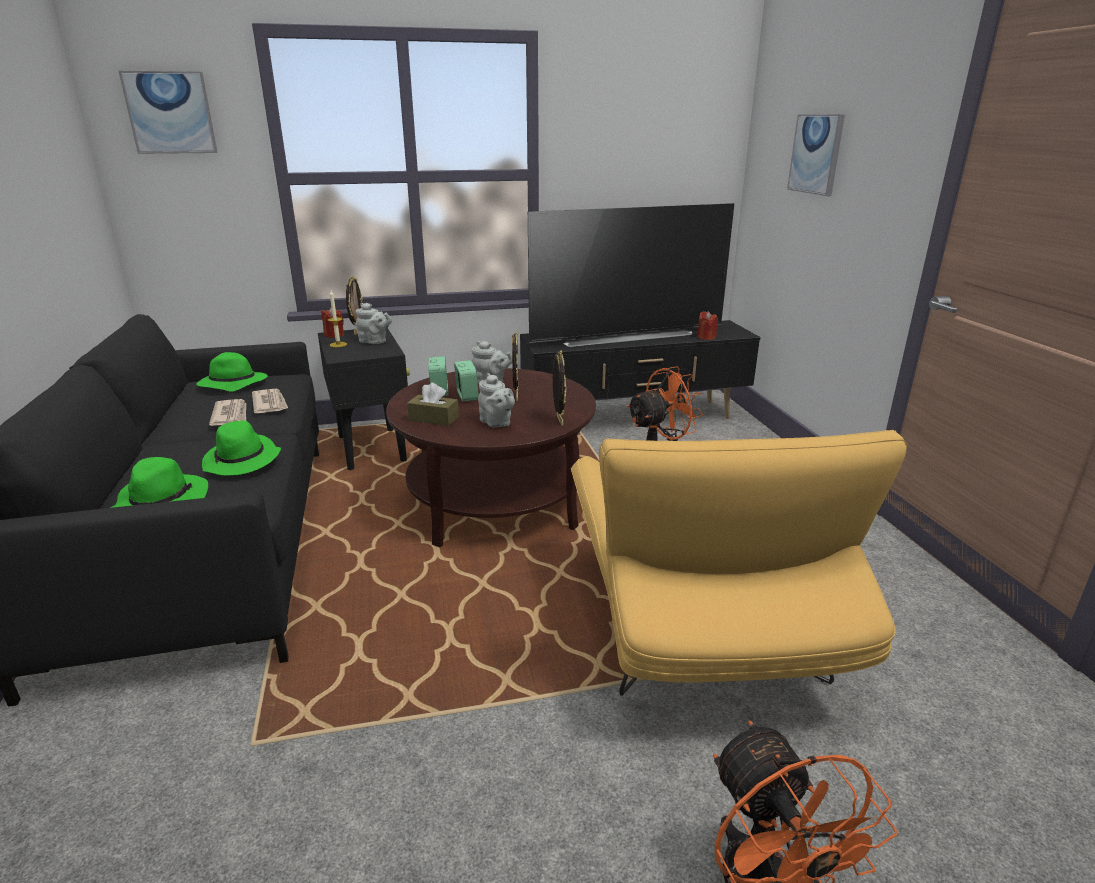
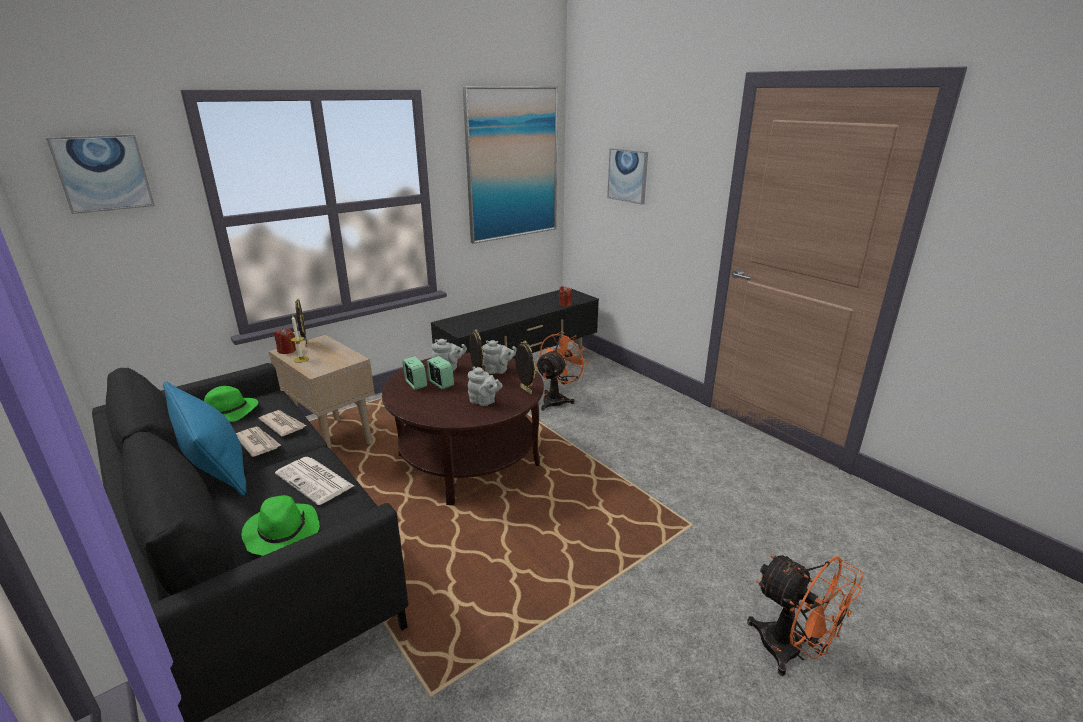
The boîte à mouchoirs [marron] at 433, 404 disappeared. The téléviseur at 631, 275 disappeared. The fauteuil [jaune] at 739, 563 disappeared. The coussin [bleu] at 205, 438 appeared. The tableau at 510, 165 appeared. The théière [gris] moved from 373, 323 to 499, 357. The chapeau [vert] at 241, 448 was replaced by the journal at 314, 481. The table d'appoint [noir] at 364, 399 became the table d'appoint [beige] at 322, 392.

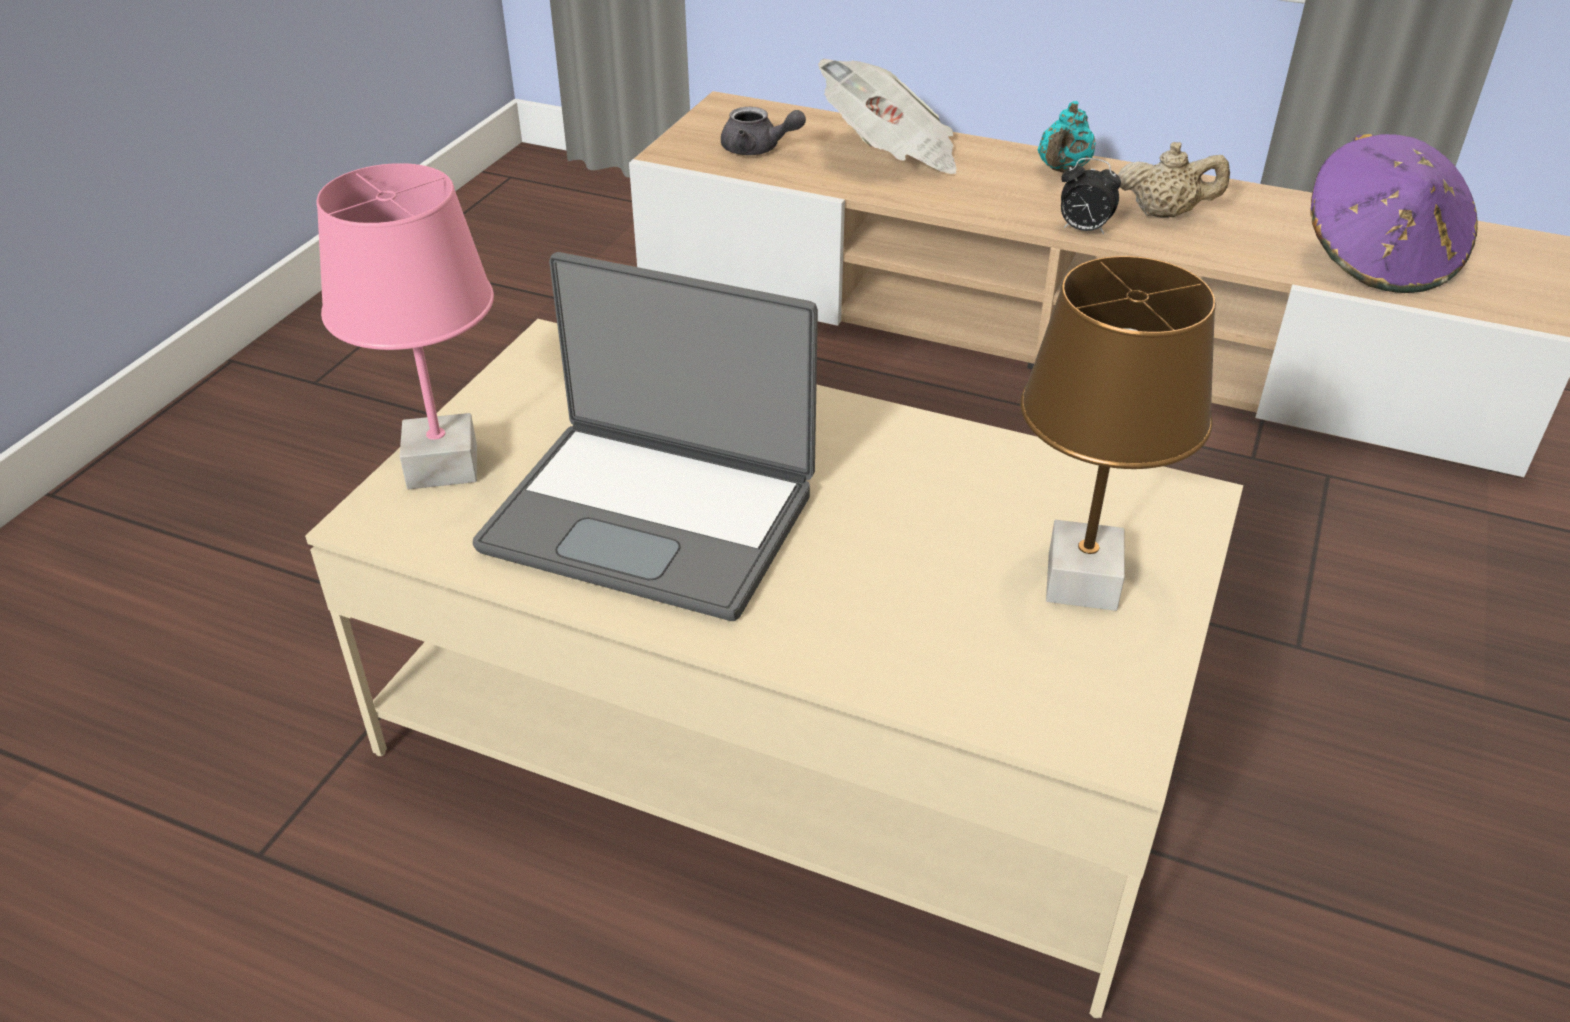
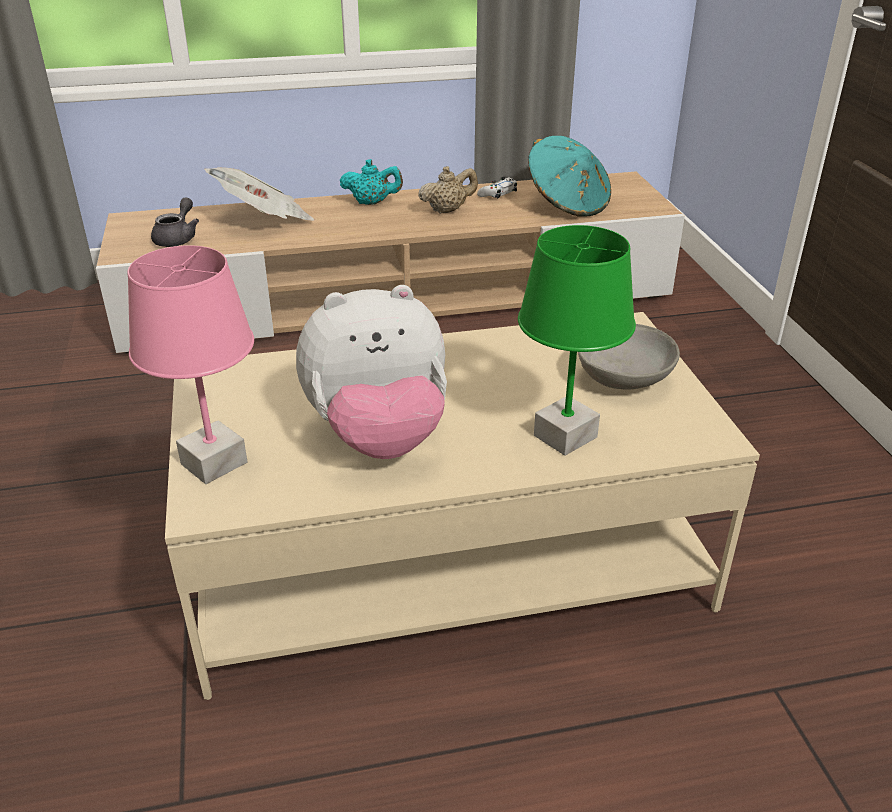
The réveil at 1091, 196 disappeared. The manette [blanc] at 497, 187 appeared. The lampe de table [vert] at 577, 340 appeared. The ordinateur portable at 645, 436 was replaced by the peluche at 371, 372. The lampe de table [marron] at 1118, 433 was replaced by the bol [gris] at 629, 356. The chapeau [violet] at 1394, 213 became the chapeau [turquoise] at 569, 176. The théière [gris] at 763, 131 turned 60 degrees counterclockwise. The théière [turquoise] at 1066, 137 turned 75 degrees counterclockwise.

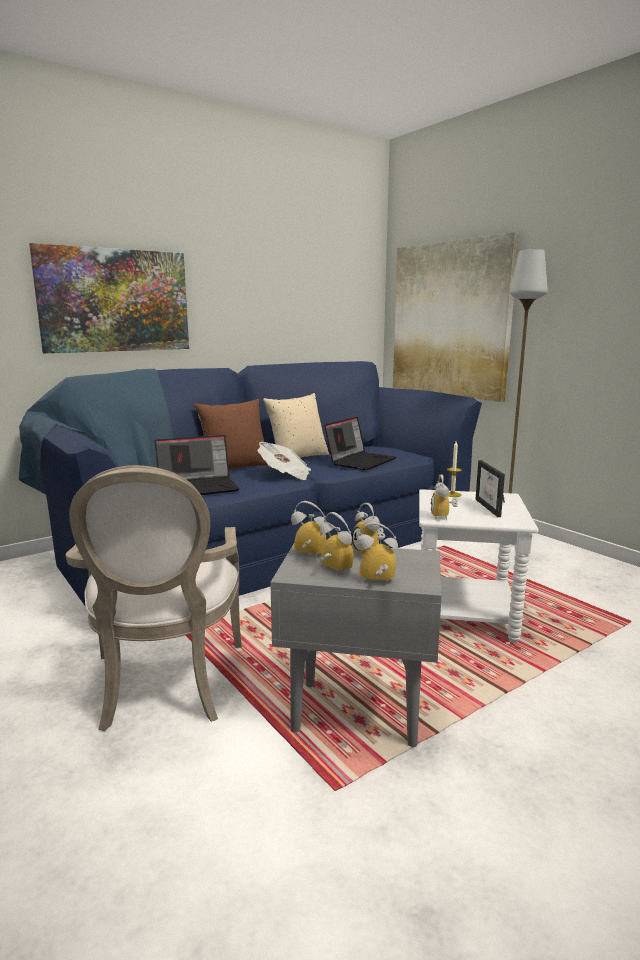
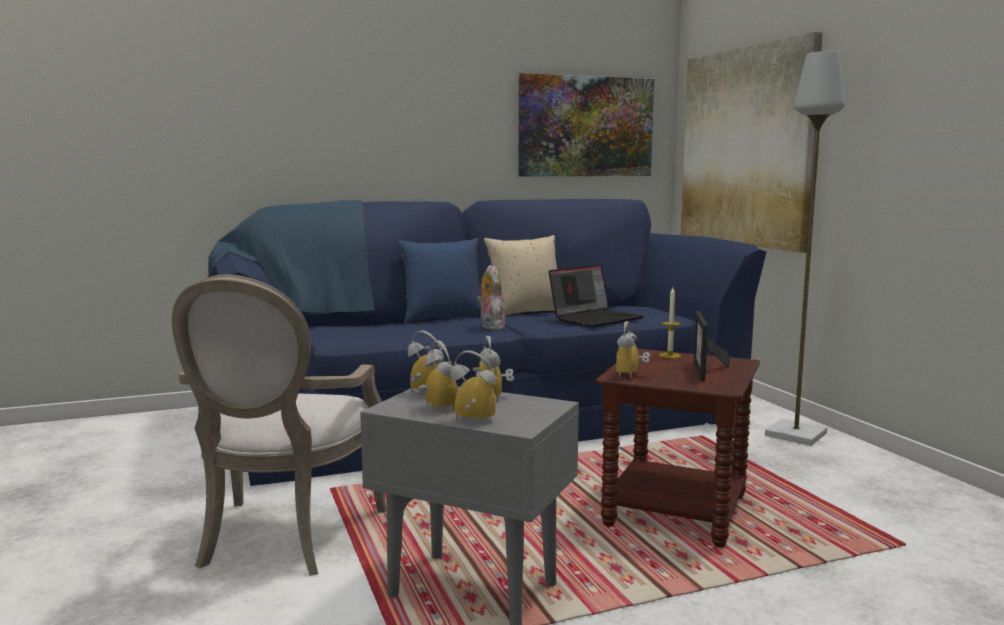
The ordinateur portable at 197, 465 disappeared. The tableau moved from 109, 298 to 586, 124. The journal at 284, 461 was replaced by the peluche at 491, 297. The coussin [marron] at 231, 434 became the coussin [bleu] at 439, 280. The table d'appoint [blanc] at 479, 566 became the table d'appoint [marron] at 678, 448.

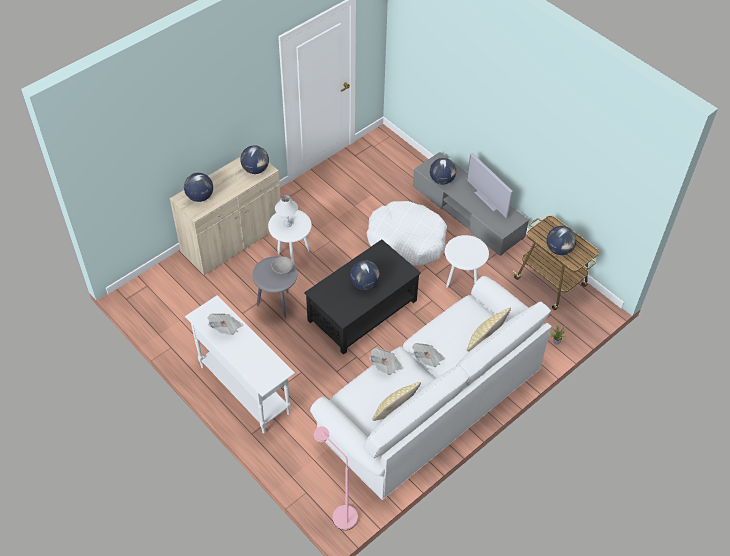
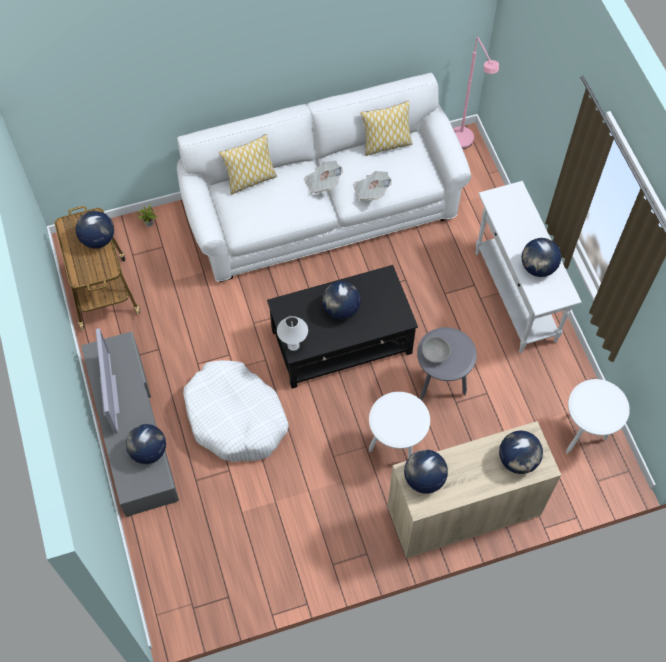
The lampe de table [blanc] moved from 286, 211 to 292, 333. The table d'appoint [blanc] moved from 467, 261 to 598, 416. The journal at 225, 324 was replaced by the globe at 541, 257.

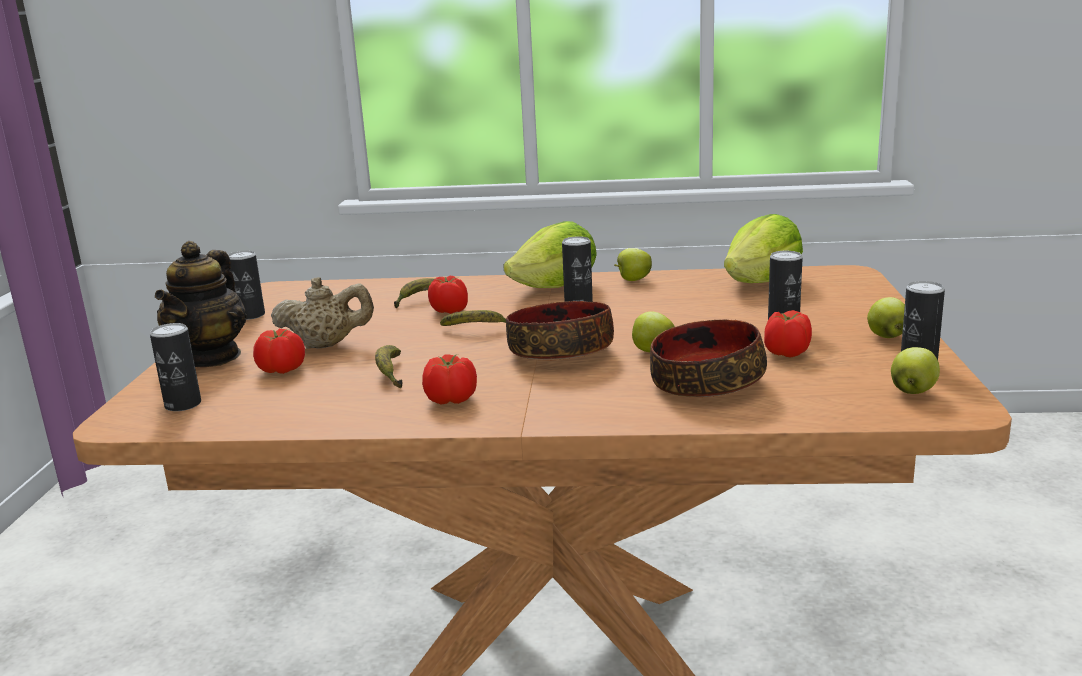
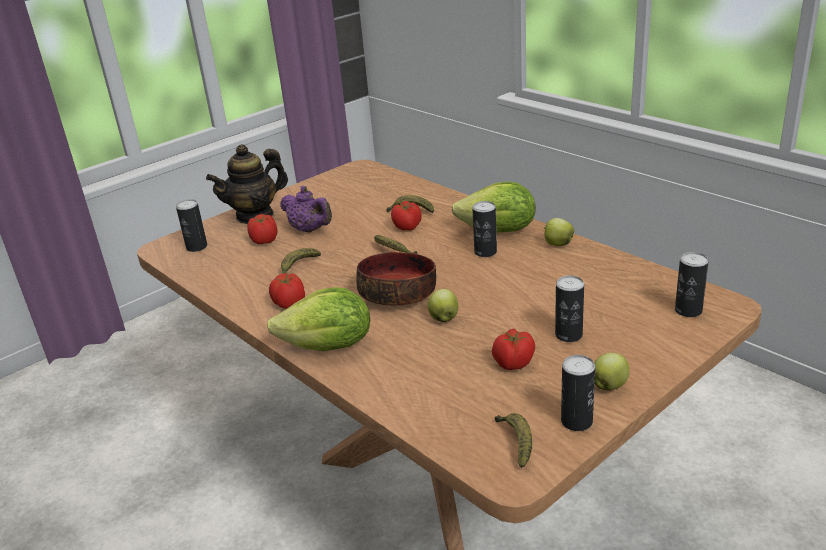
The bol at 708, 358 disappeared. The boîte métallique moved from 246, 285 to 692, 284. The laitue moved from 763, 248 to 318, 319. The pomme at 915, 370 was replaced by the banane at 513, 440. The théière [beige] at 322, 312 became the théière [violet] at 306, 209.

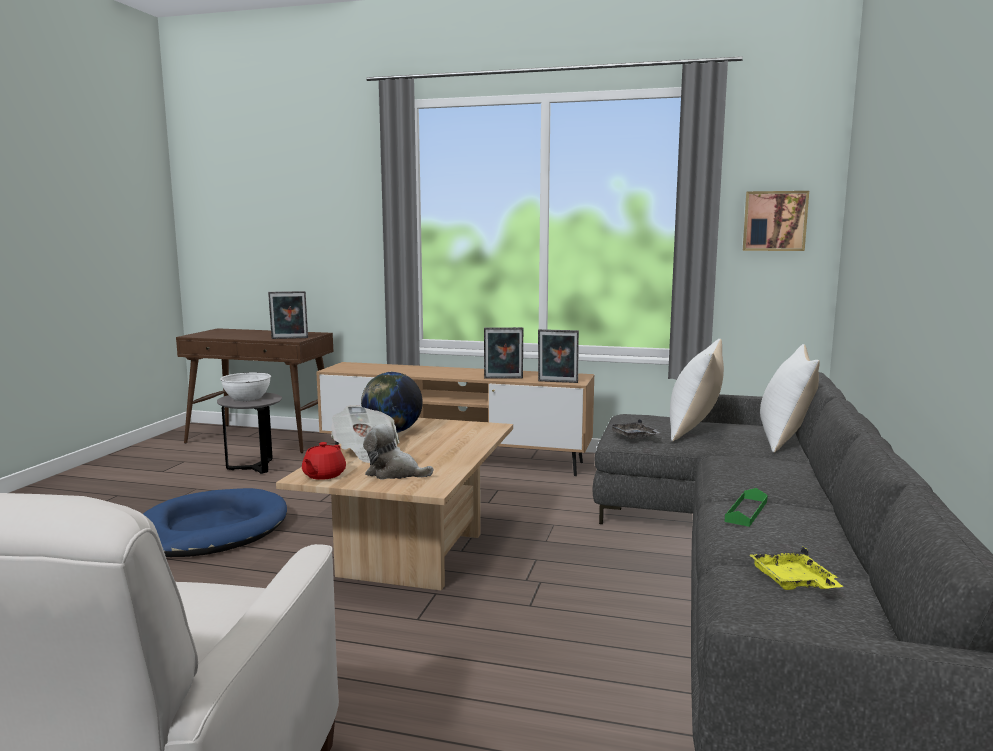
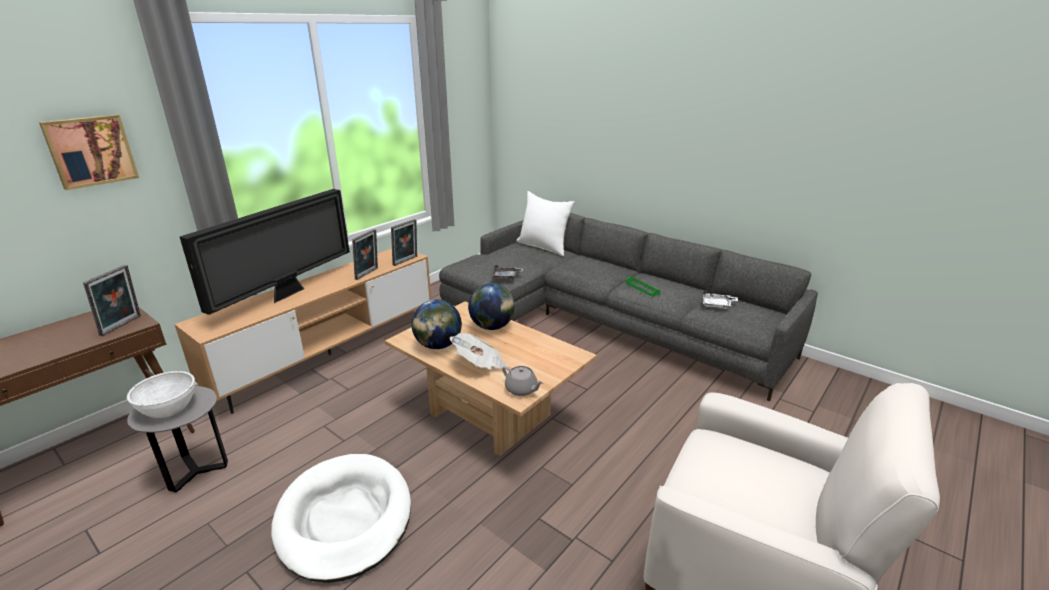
The peluche at 398, 451 disappeared. The coussin [blanc] at 697, 390 disappeared. The téléviseur at 265, 252 appeared. The globe at 491, 306 appeared. The tableau moved from 776, 221 to 89, 152. The panier pour chien [bleu] at 215, 522 became the panier pour chien [blanc] at 341, 518. The théière [rouge] at 324, 461 became the théière [gris] at 522, 381. The plateau [jaune] at 796, 568 became the plateau [blanc] at 720, 300.

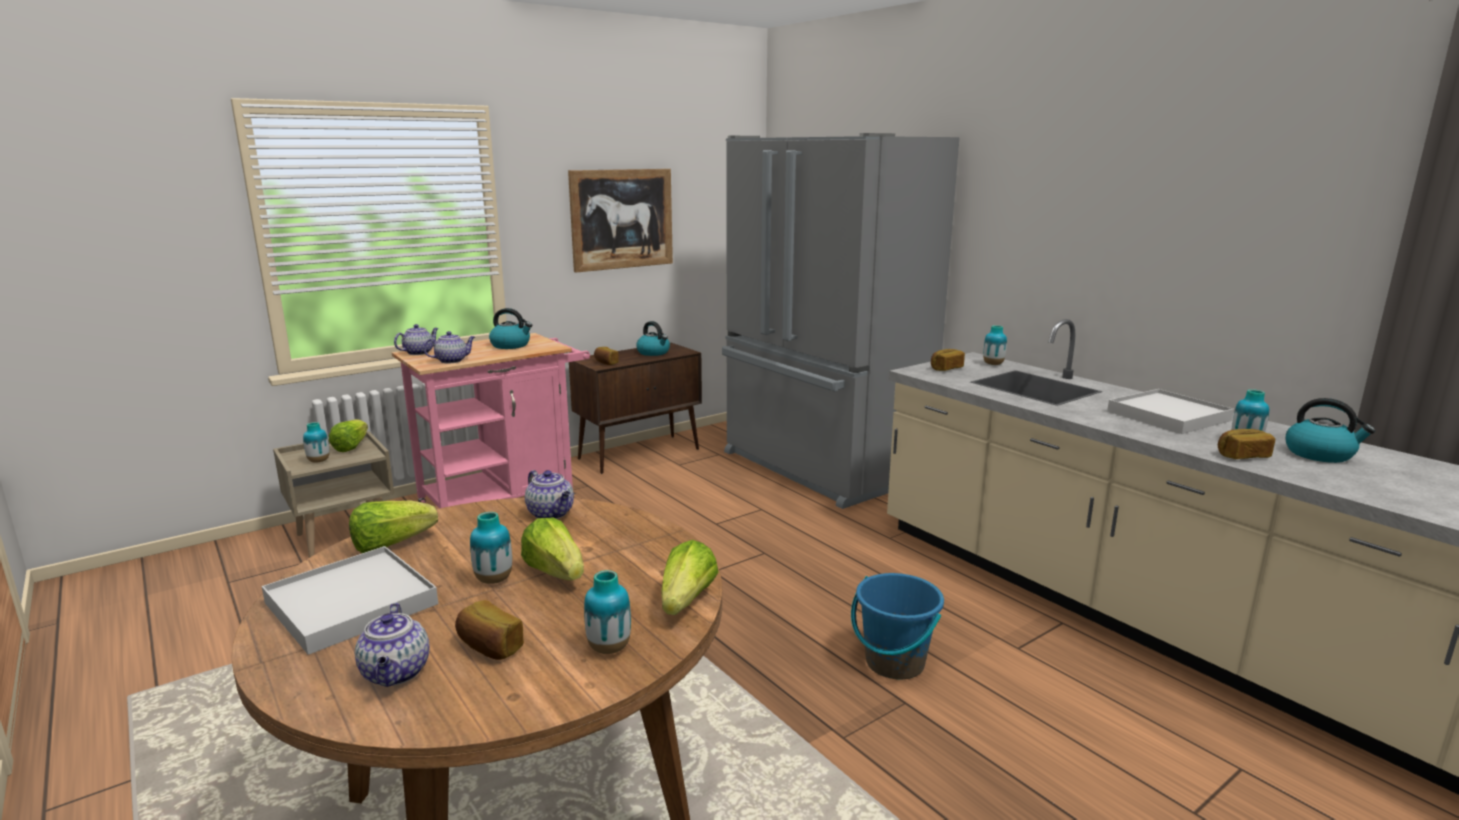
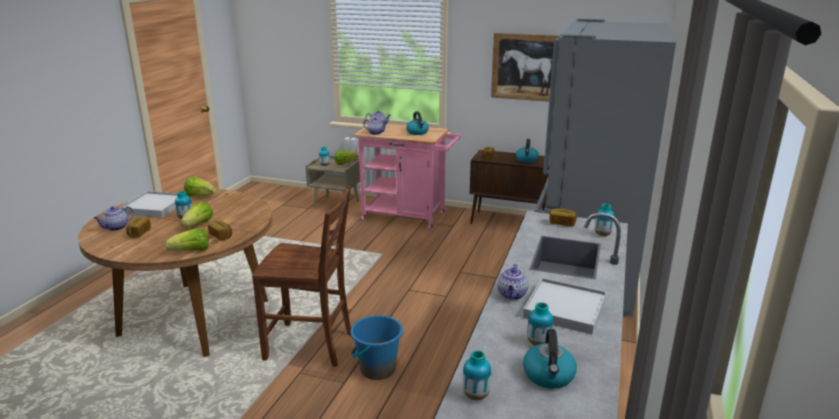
The chaise [marron] at 301, 276 appeared. The théière moved from 549, 494 to 513, 282. The vase moved from 607, 612 to 477, 375. The pain moved from 1246, 444 to 220, 230.

